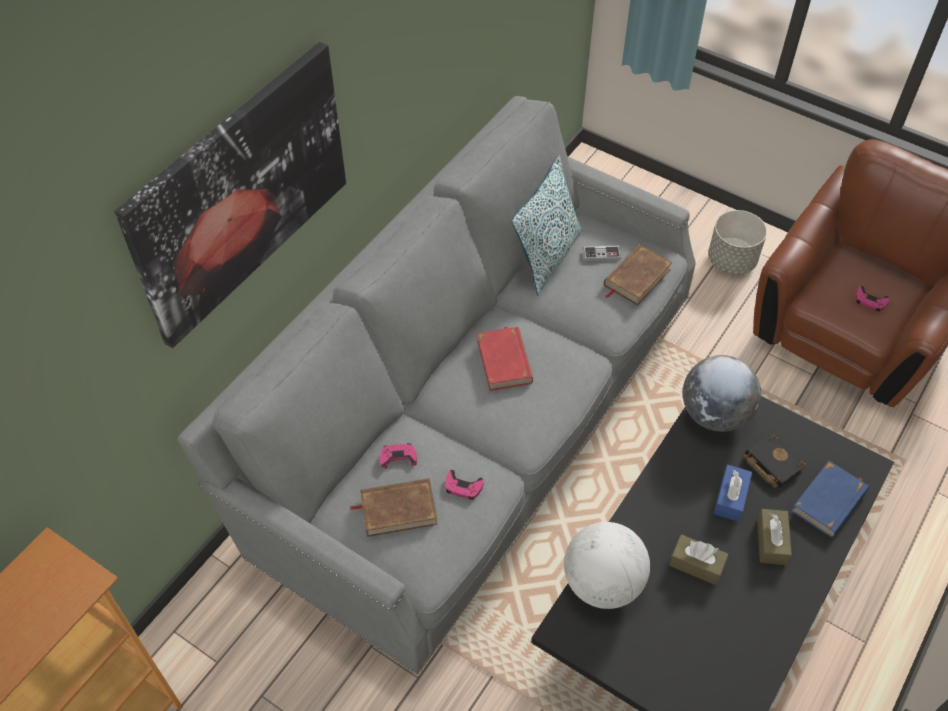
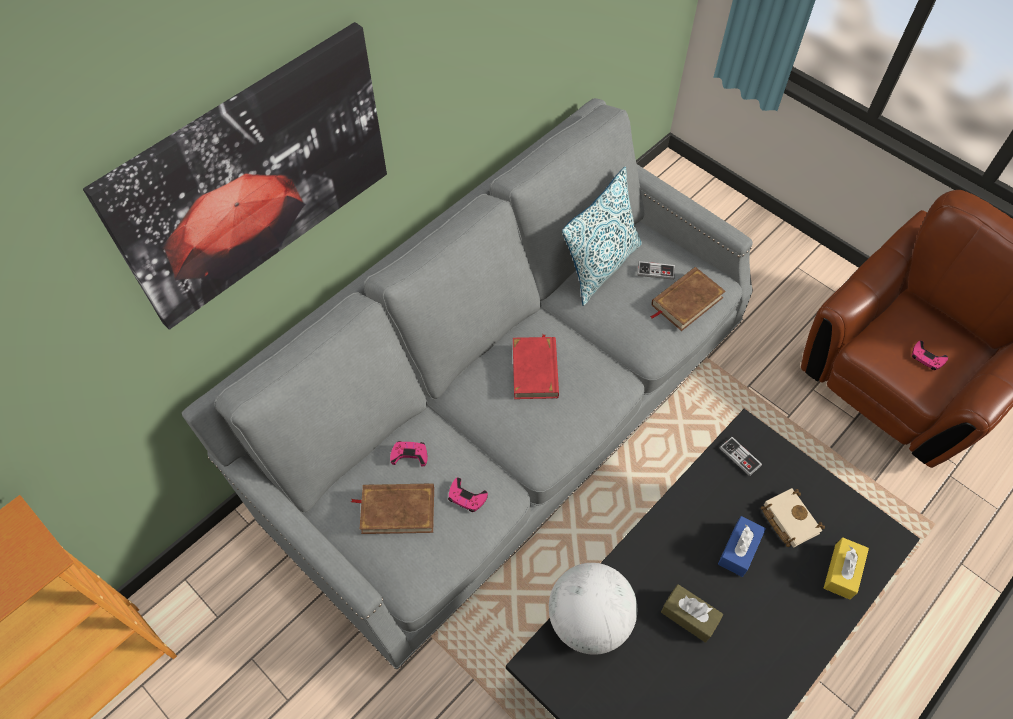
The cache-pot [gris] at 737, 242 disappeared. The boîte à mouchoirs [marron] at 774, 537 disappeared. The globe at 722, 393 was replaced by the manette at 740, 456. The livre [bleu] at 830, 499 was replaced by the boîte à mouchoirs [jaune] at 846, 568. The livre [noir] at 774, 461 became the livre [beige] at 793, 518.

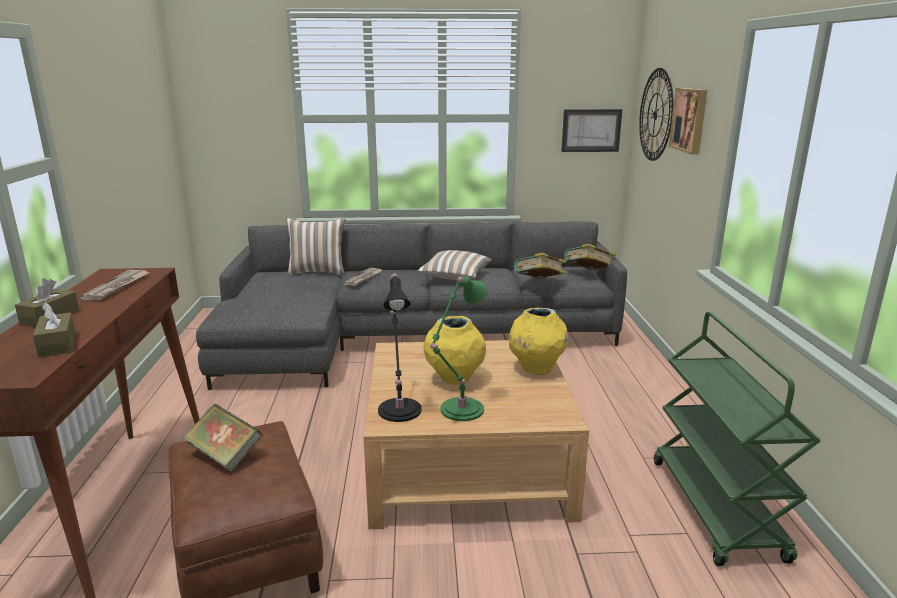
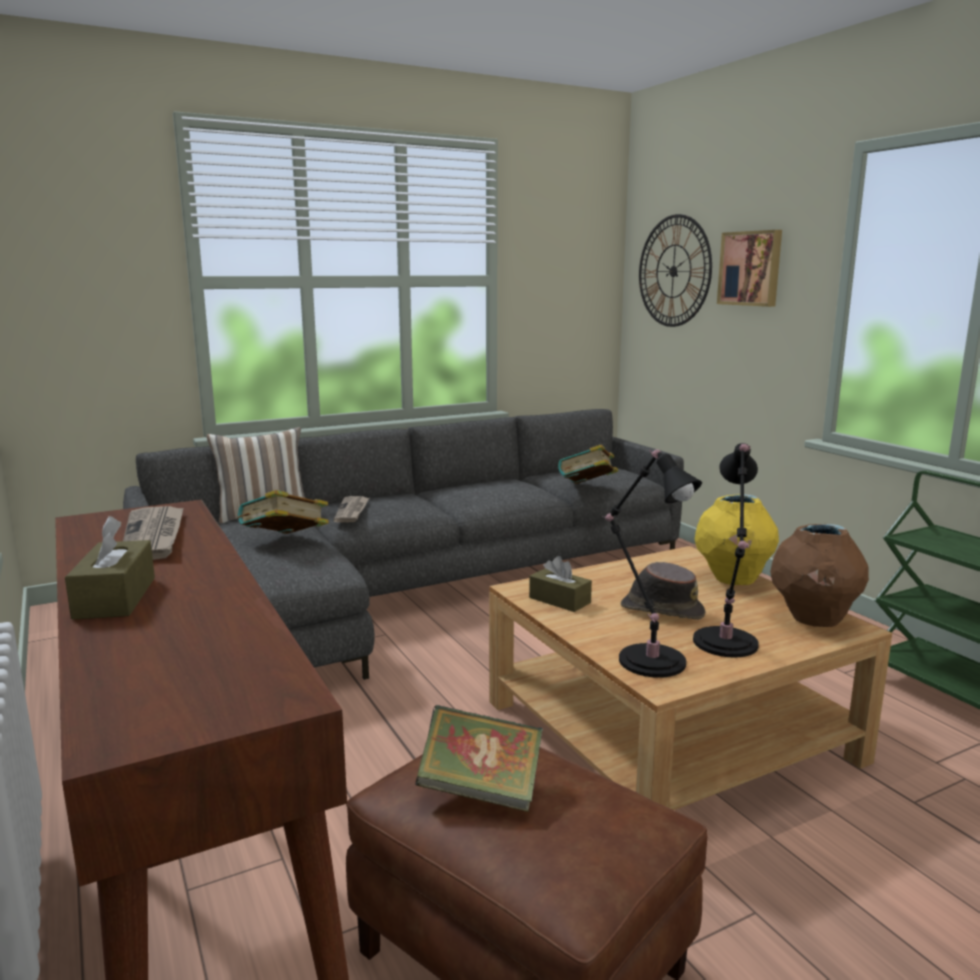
The coussin at 455, 265 disappeared. The tableau at 591, 130 disappeared. The vase [marron] at 819, 575 appeared. The boîte à mouchoirs [marron] moved from 54, 329 to 560, 584. The livre moved from 590, 257 to 283, 512. The vase [jaune] at 455, 350 was replaced by the chapeau [marron] at 663, 591. The lampe de table [vert] at 458, 348 became the lampe de table [noir] at 726, 550.

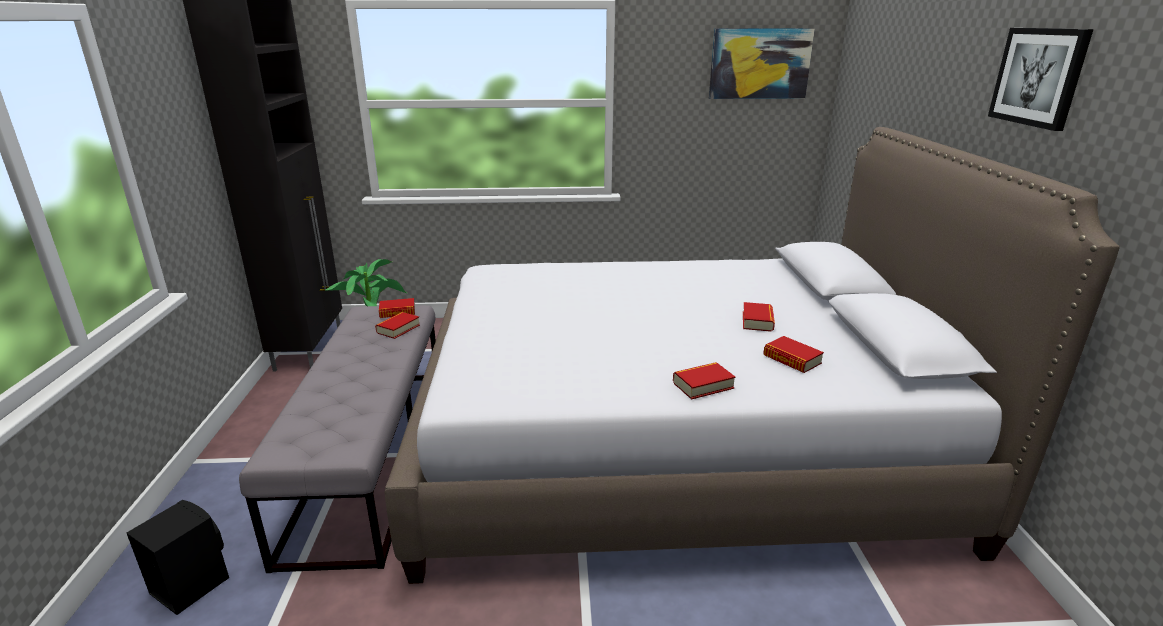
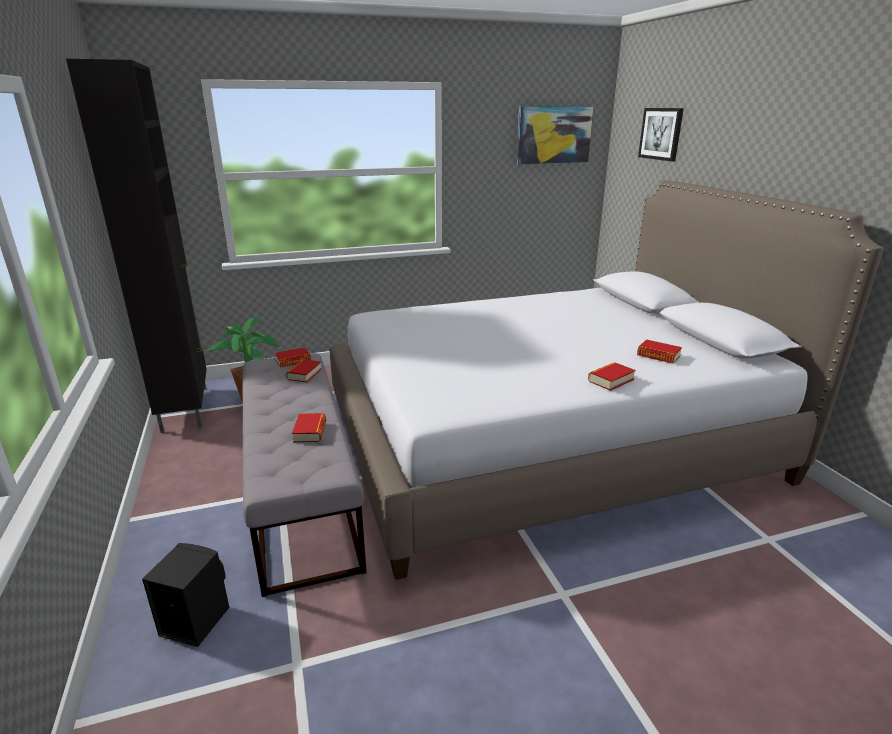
The livre moved from 759, 317 to 309, 428. The tableau moved from 1040, 79 to 661, 134.

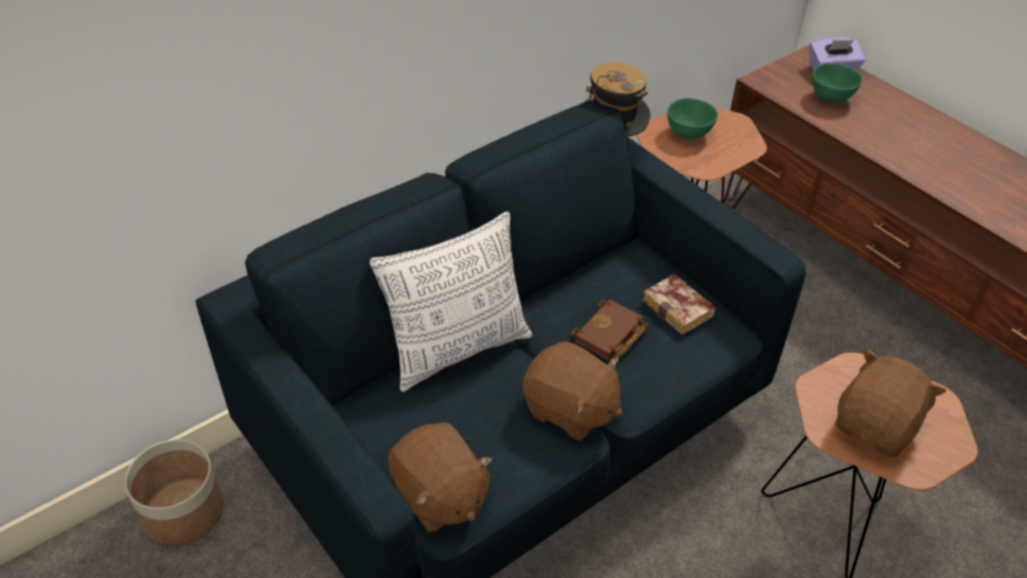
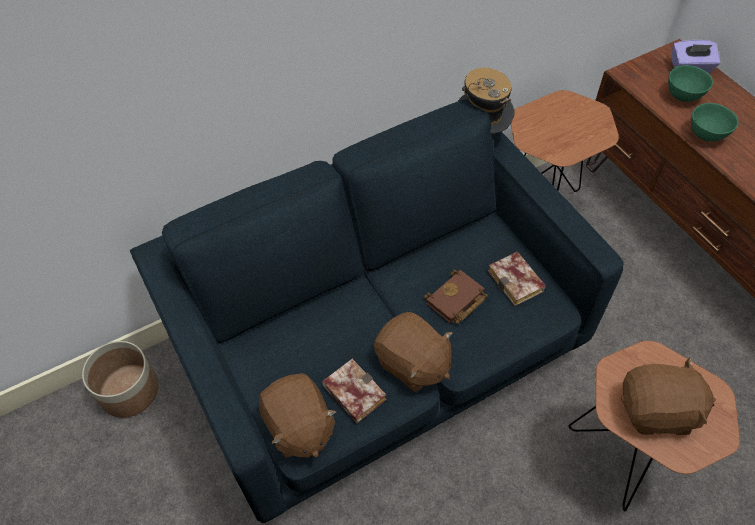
The coussin at 450, 301 disappeared. The livre at 354, 391 appeared. The bol [vert] moved from 692, 119 to 715, 122. The peluche [marron] at 890, 403 turned 45 degrees clockwise.

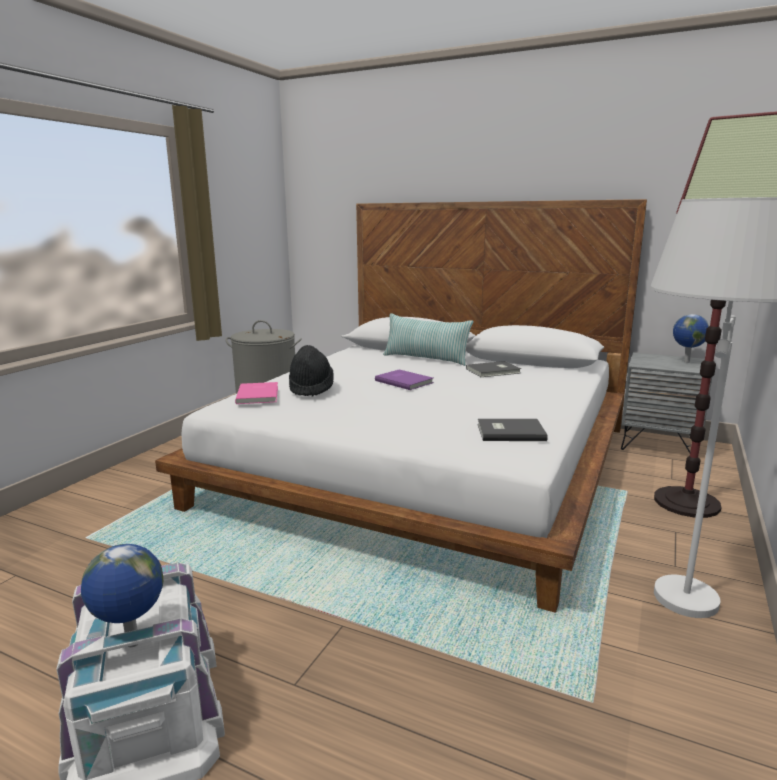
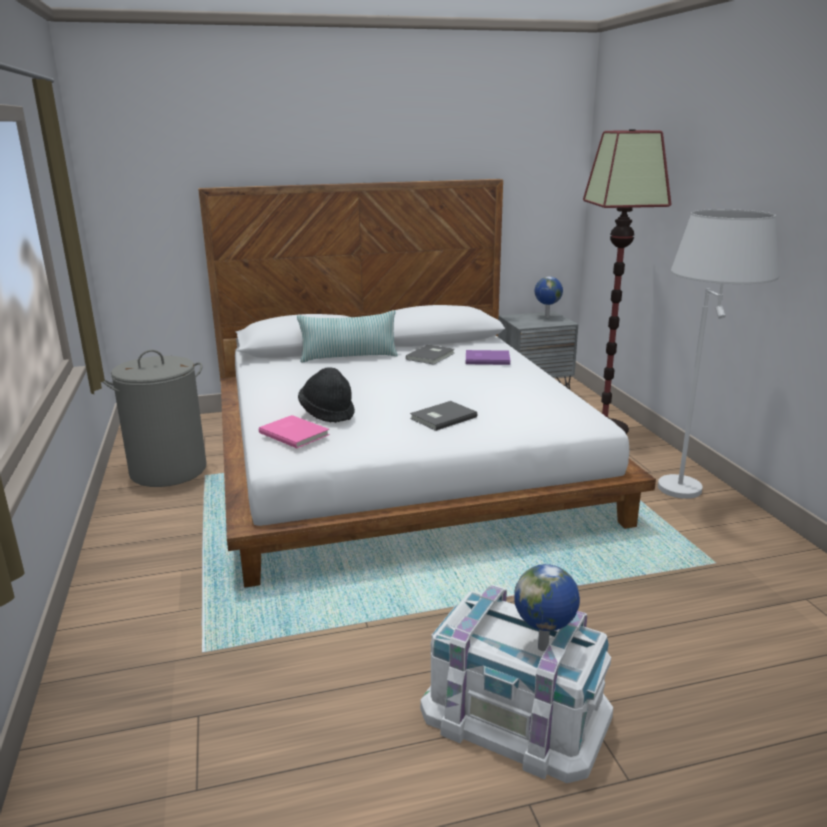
The livre [violet] moved from 404, 379 to 488, 357. The livre [gris] moved from 512, 430 to 444, 416.

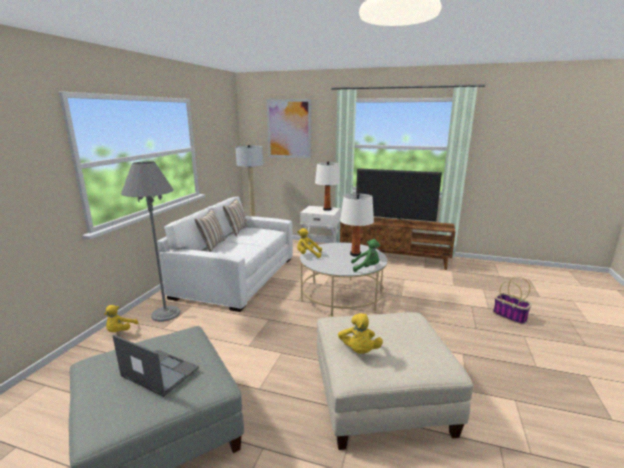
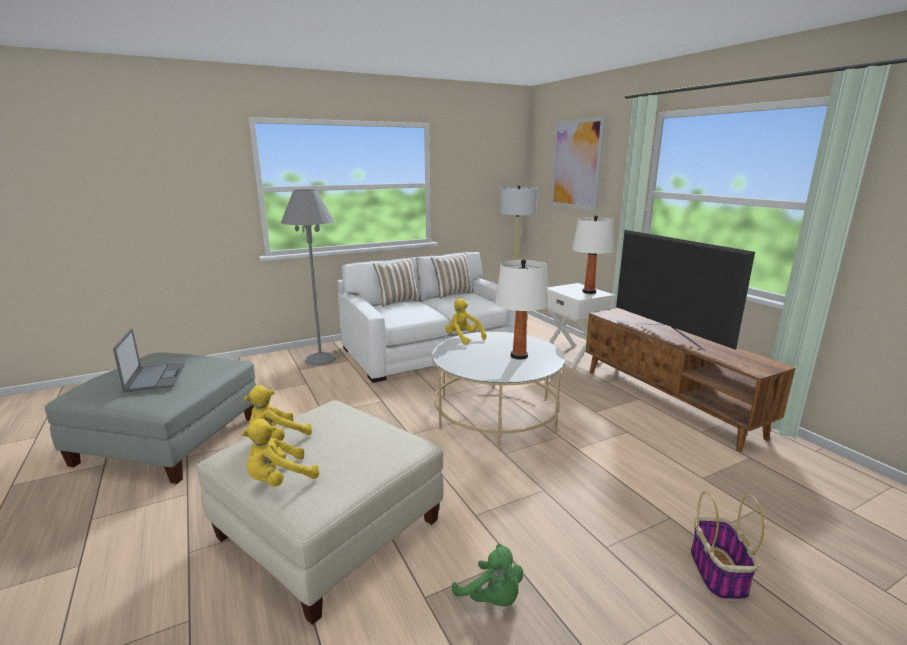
The peluche [jaune] moved from 121, 318 to 280, 453. The peluche [vert] moved from 365, 255 to 487, 575.

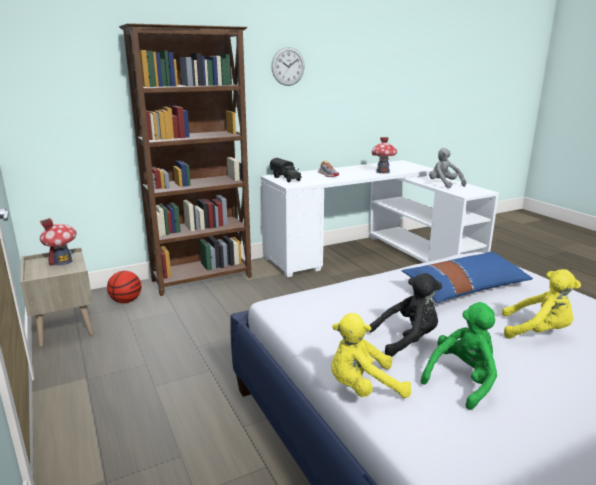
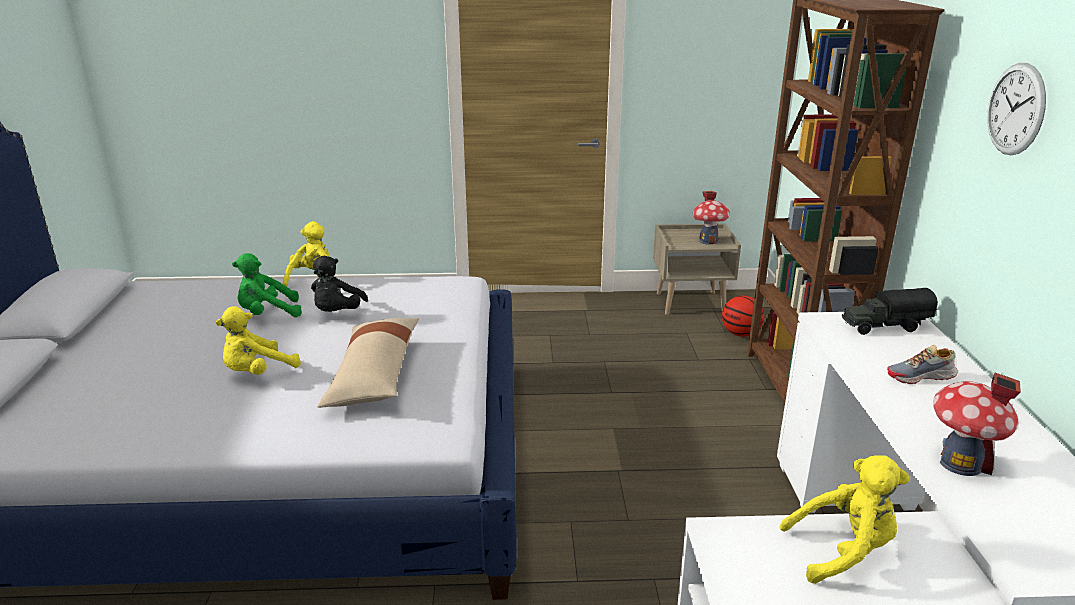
The coussin [bleu] at 467, 277 became the coussin [beige] at 368, 363. The peluche [gris] at 447, 168 became the peluche [jaune] at 844, 519. The peluche [vert] at 459, 356 turned 90 degrees clockwise.

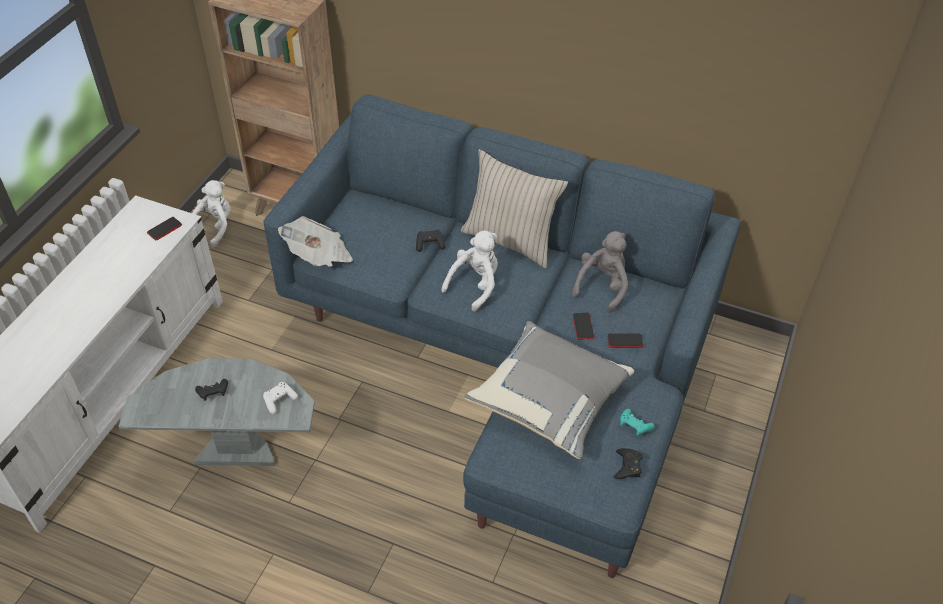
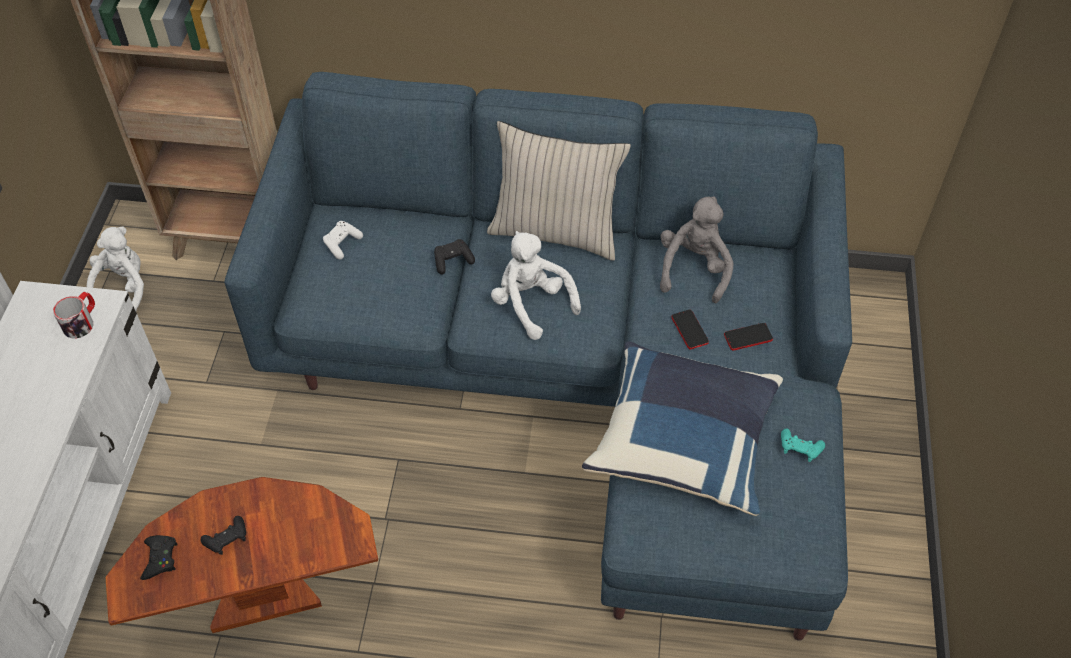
The journal at 315, 241 disappeared. The manette [blanc] moved from 280, 398 to 343, 240. The manette [noir] moved from 628, 463 to 159, 557. The téléphone at 164, 228 was replaced by the mug at 74, 315. The table d'appoint [gris] at 217, 412 became the table d'appoint [marron] at 242, 555. The coussin [gris] at 549, 390 became the coussin [bleu] at 682, 429. The peluche [blanc] at 469, 271 turned 60 degrees counterclockwise.

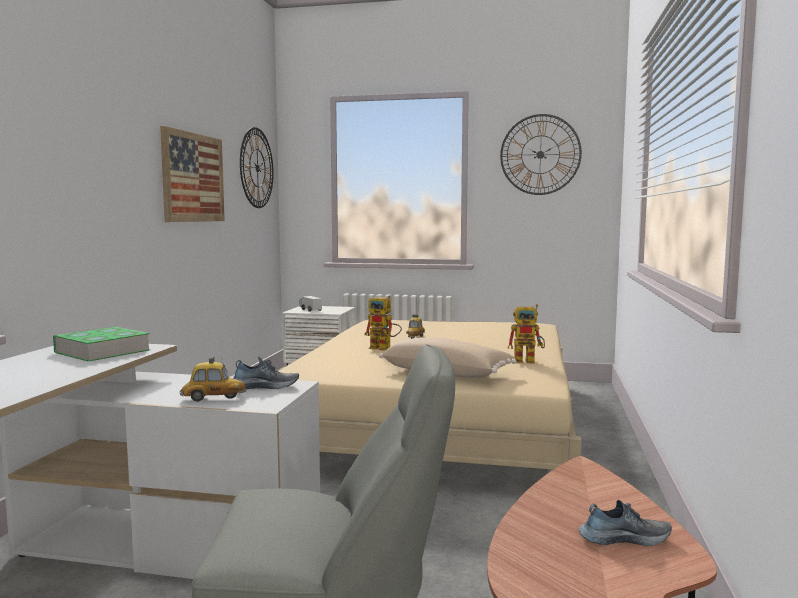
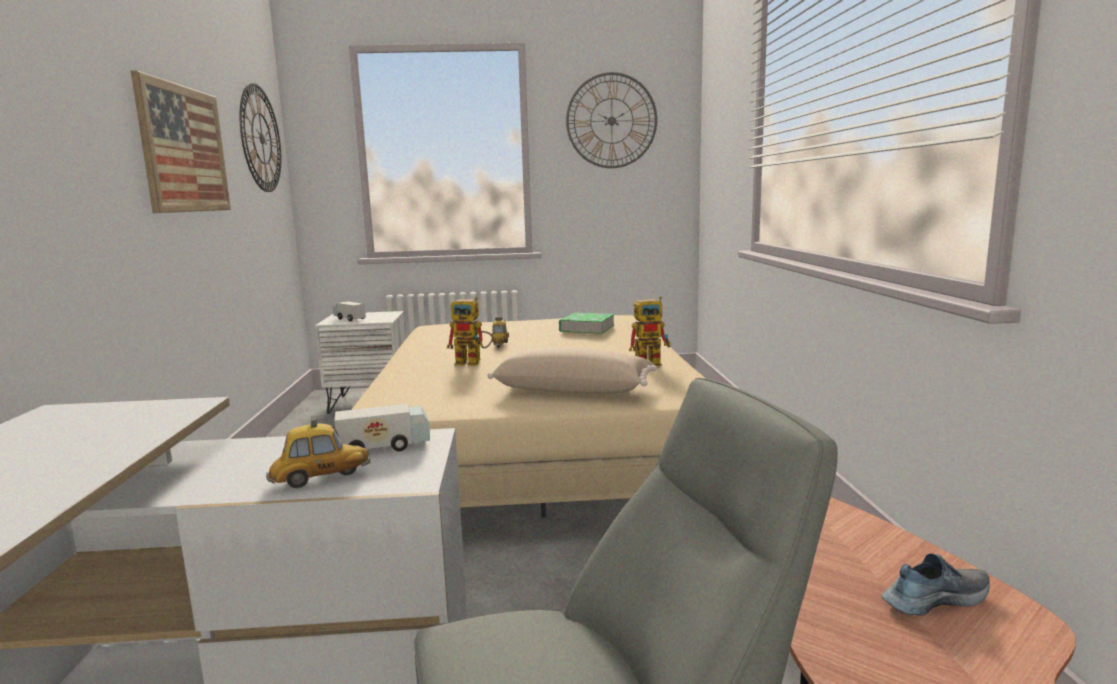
The livre moved from 101, 344 to 587, 323. The chaussure at 266, 373 was replaced by the camion jouet at 382, 428.

